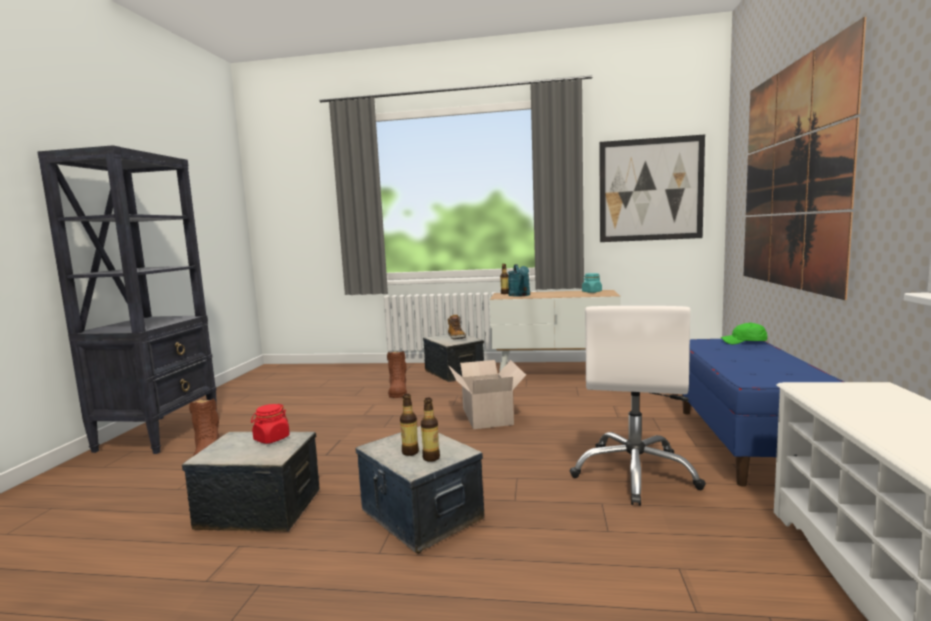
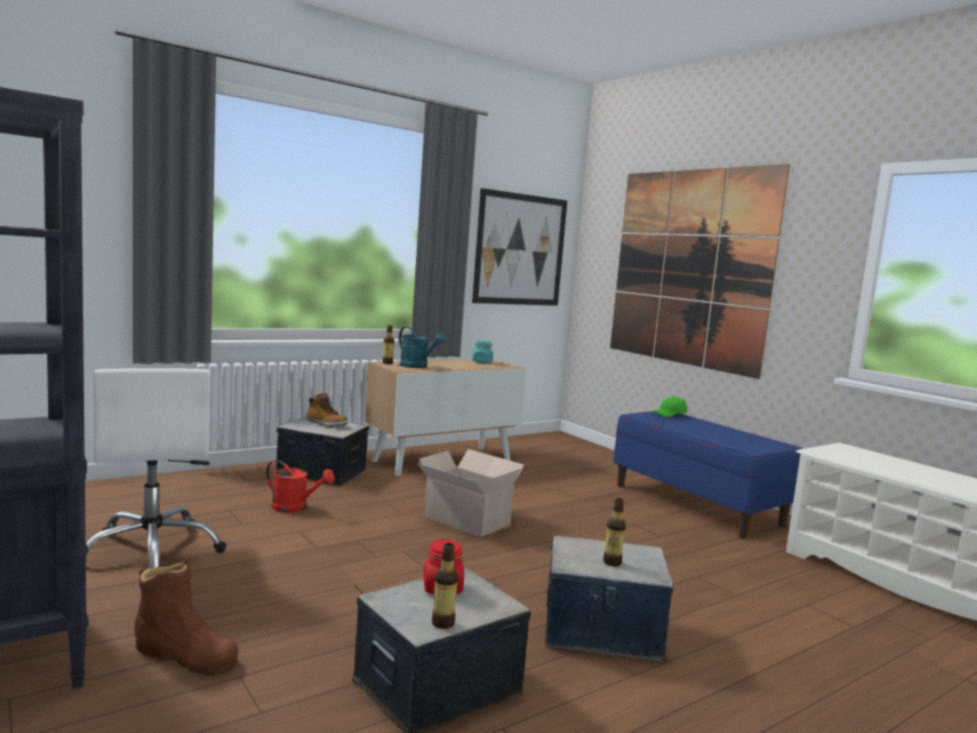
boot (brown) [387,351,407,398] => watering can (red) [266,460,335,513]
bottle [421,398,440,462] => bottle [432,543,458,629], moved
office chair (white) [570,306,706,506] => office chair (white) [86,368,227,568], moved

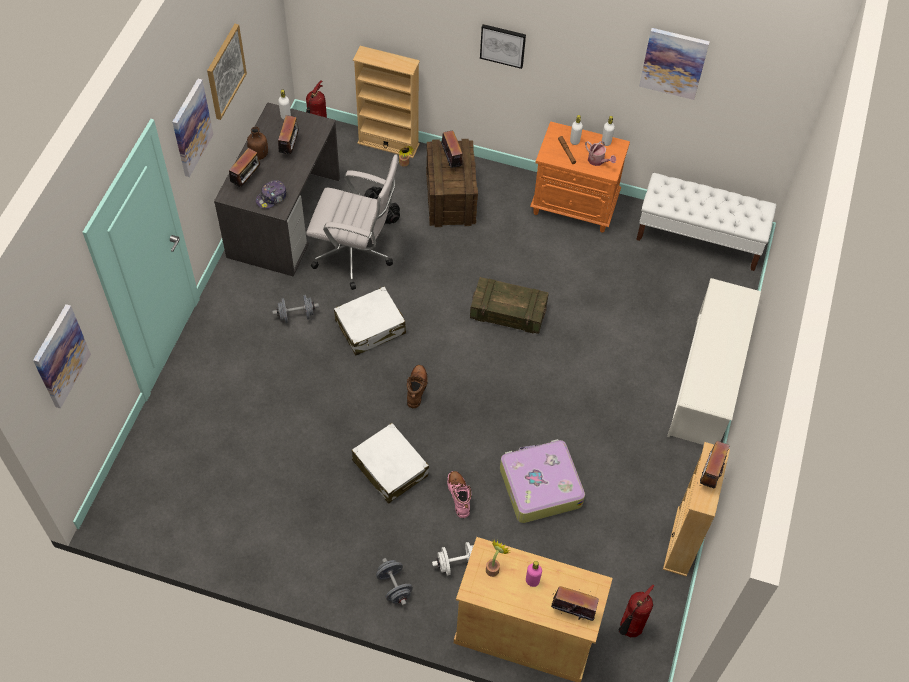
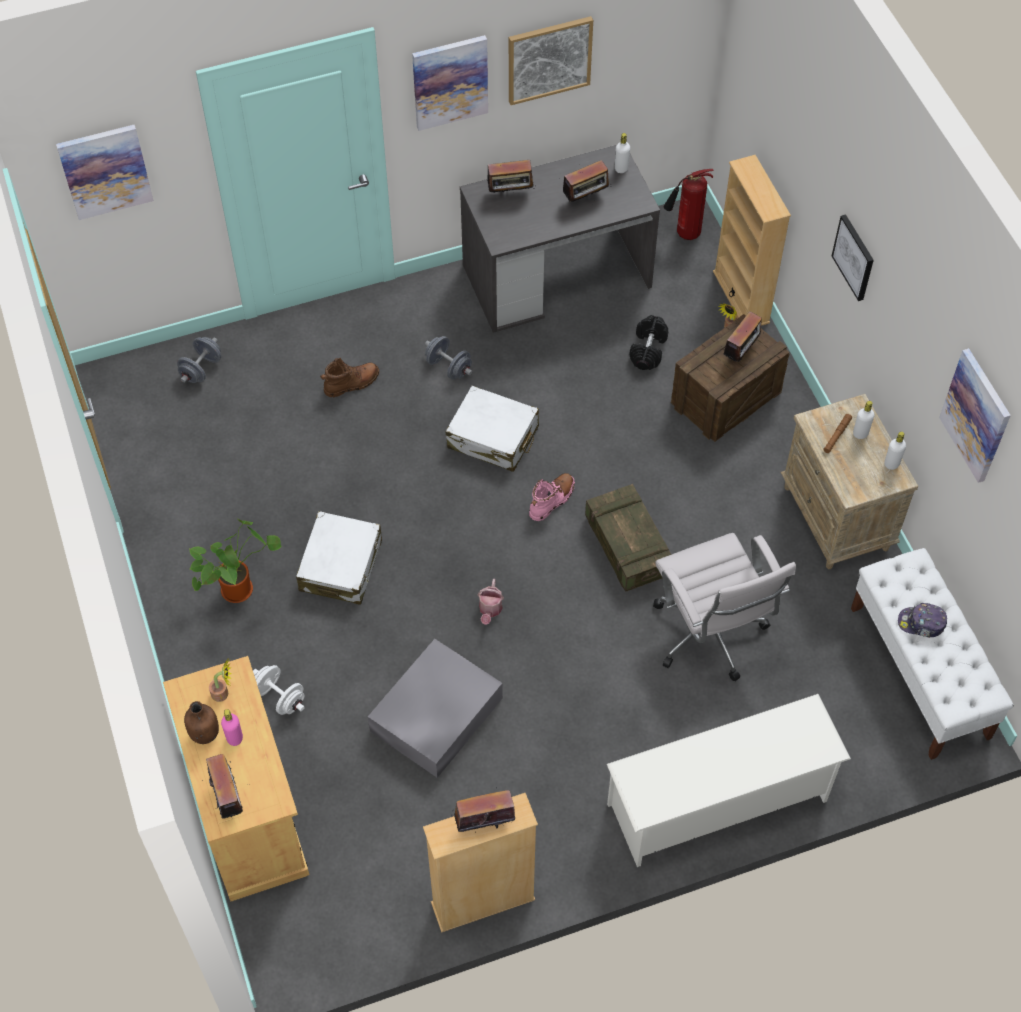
bottle (brown) [247,127,268,160] => bottle (brown) [184,701,219,744], moved
cap [256,180,287,209] => cap [898,603,947,638], moved
office chair (white) [306,154,399,290] => office chair (white) [653,533,796,681], moved
dumbbell (grey) [376,558,413,606] => dumbbell (grey) [177,337,221,383], moved
boot (brown) [407,365,428,408] => boot (brown) [320,358,379,397], moved
boot (pink) [447,471,471,518] => boot (pink) [529,473,575,521], moved
suitcase [500,439,585,523] => storage box (grey) [368,639,503,778]
nightstand (orange) [530,121,630,233] => nightstand (beige) [781,394,918,569]
watering can [585,141,616,166] => watering can [478,579,504,625], moved
fire extinguisher [619,584,654,637] => nothing
nothing => potted plant [189,519,281,603]

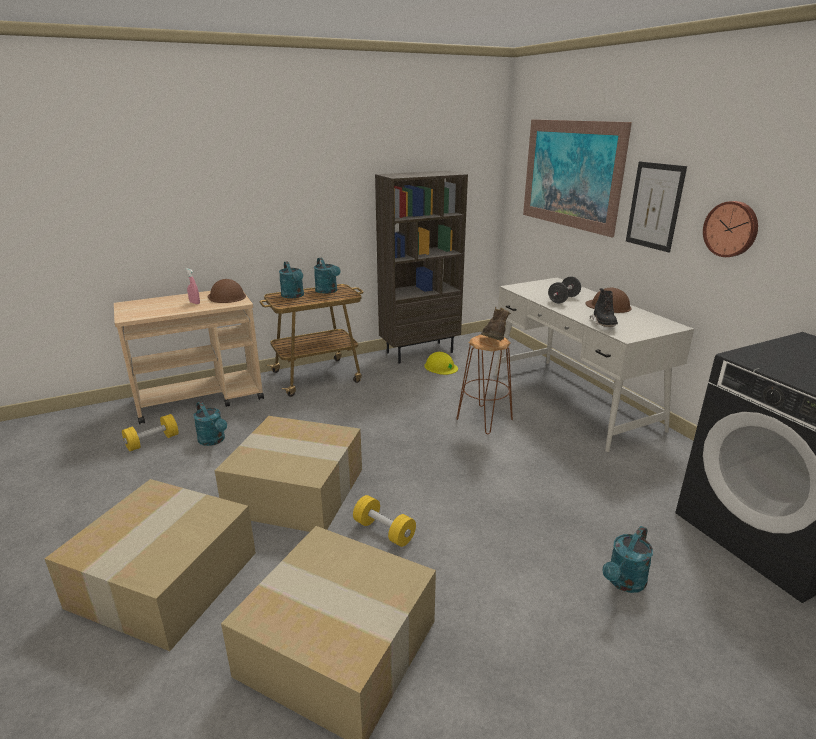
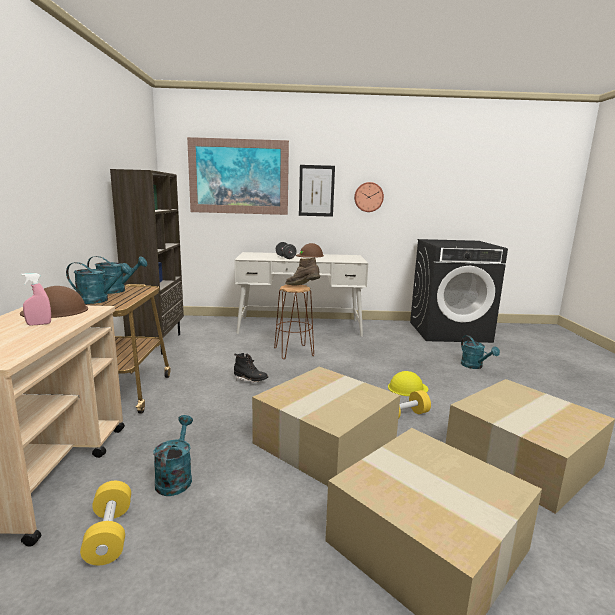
watering can (turquoise) [193,402,227,446] => watering can (turquoise) [153,415,193,496], 75 degrees counterclockwise
hard hat (yellow) [424,352,458,375] => hard hat (yellow) [388,371,428,396], moved
boot (black) [590,288,618,327] => boot (black) [234,353,268,383], moved

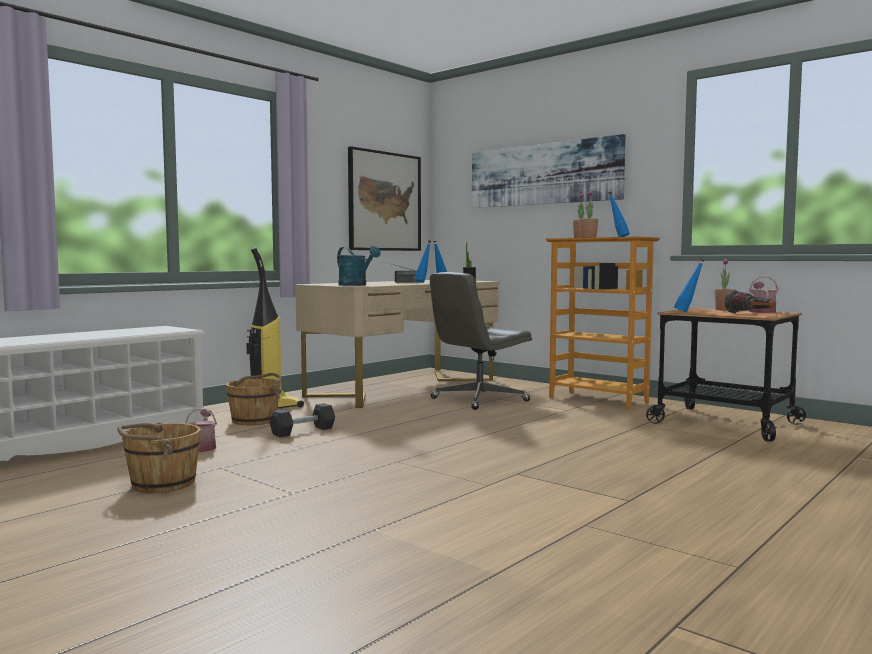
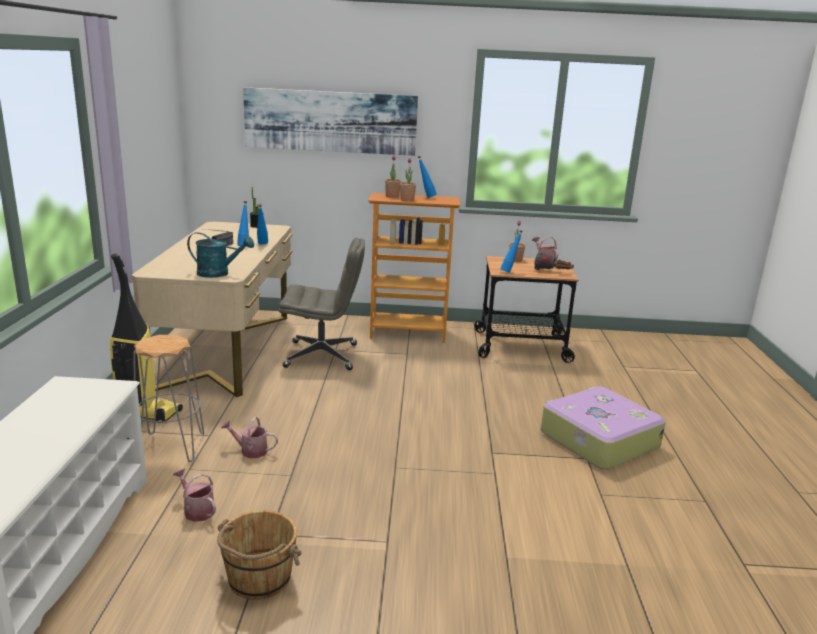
bucket (brown) [226,373,281,425] => stool (grey) [133,335,204,462]
dumbbell (grey) [270,403,335,437] => watering can [221,417,278,458]
picture [348,146,421,251] => nothing
office chair (grey) [430,272,532,410] => office chair (grey) [279,238,365,370], 105 degrees counterclockwise
nothing => suitcase [541,387,666,469]

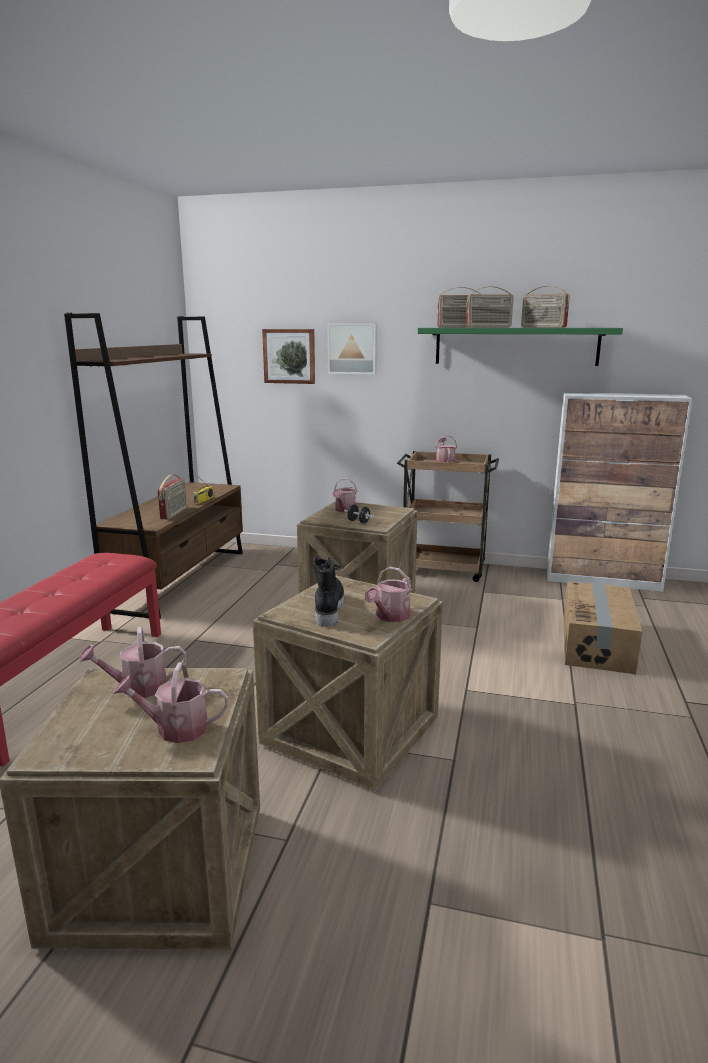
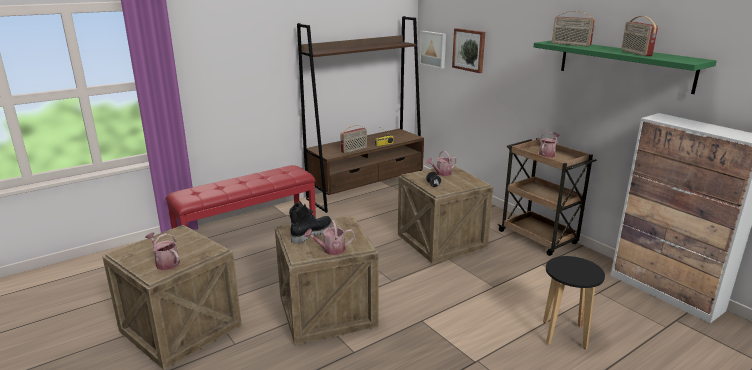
watering can [79,626,186,698] => nothing
picture [327,323,377,375] => picture [420,31,446,69], moved
radio [466,286,514,328] => nothing
cardboard box [564,581,642,674] => stool (black) [543,256,605,349]

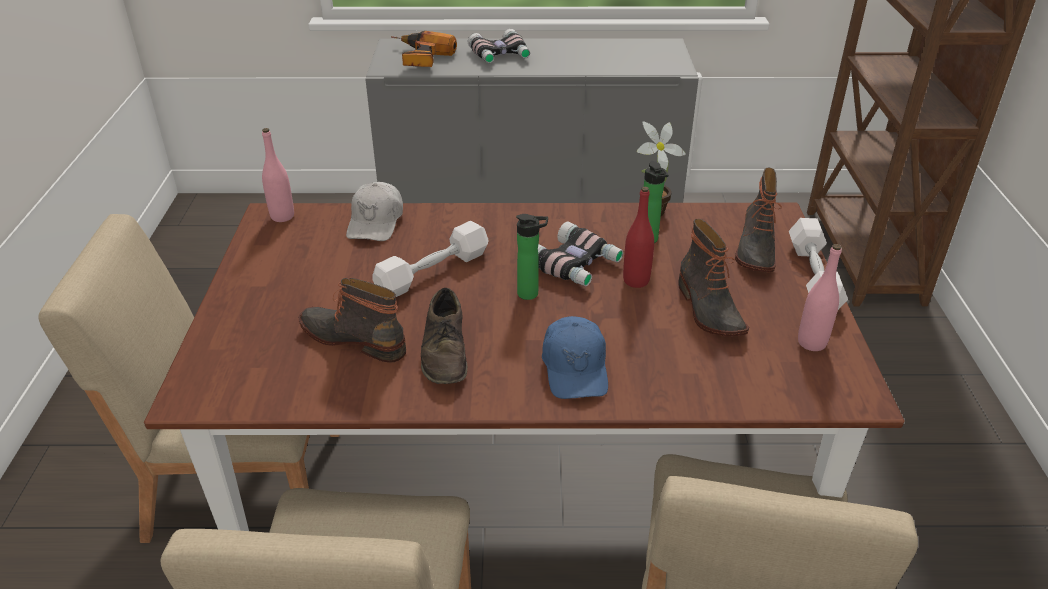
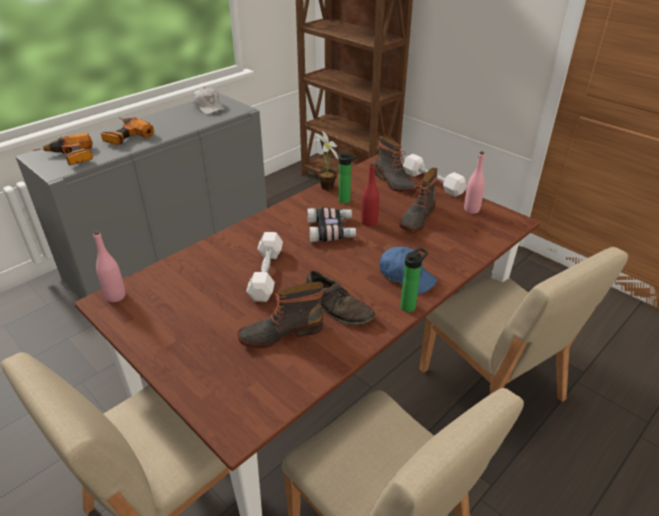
cap (white) [346,182,403,241] => cap (white) [193,87,225,115], moved
binoculars [468,29,530,63] => power drill [101,117,154,145]
bottle [516,214,548,300] => bottle [400,248,428,312], moved
boot [678,219,749,337] => boot [399,168,438,232], 90 degrees clockwise

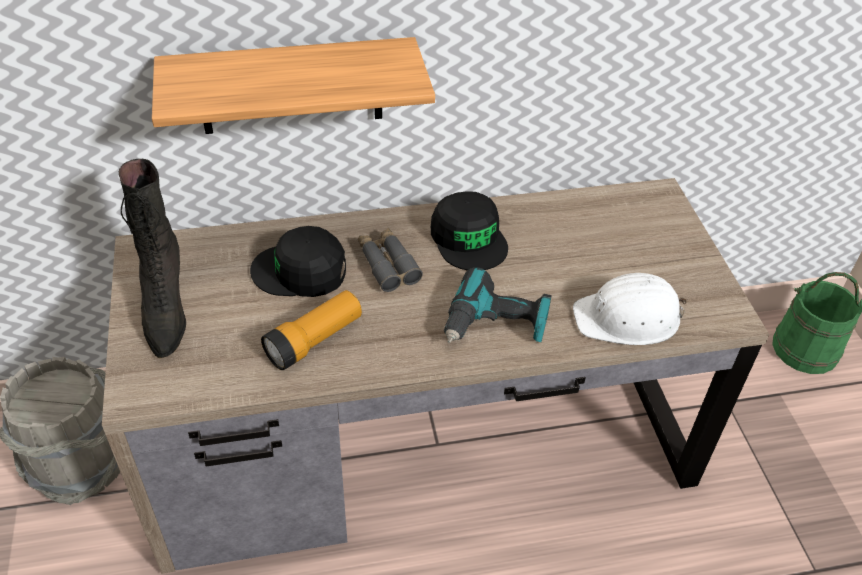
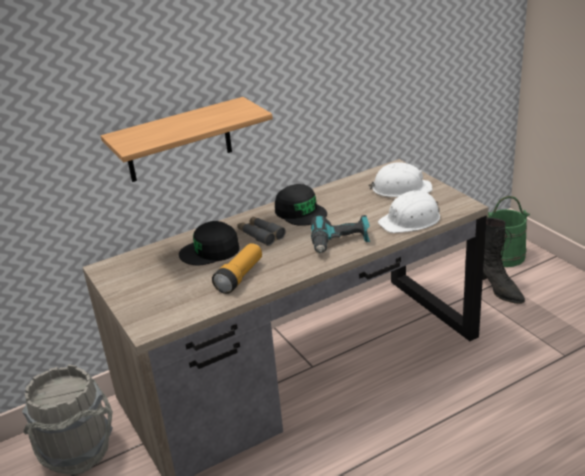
boot (black) [119,159,186,358] => boot (black) [483,218,525,304], moved
nothing => hard hat (white) [369,162,432,197]

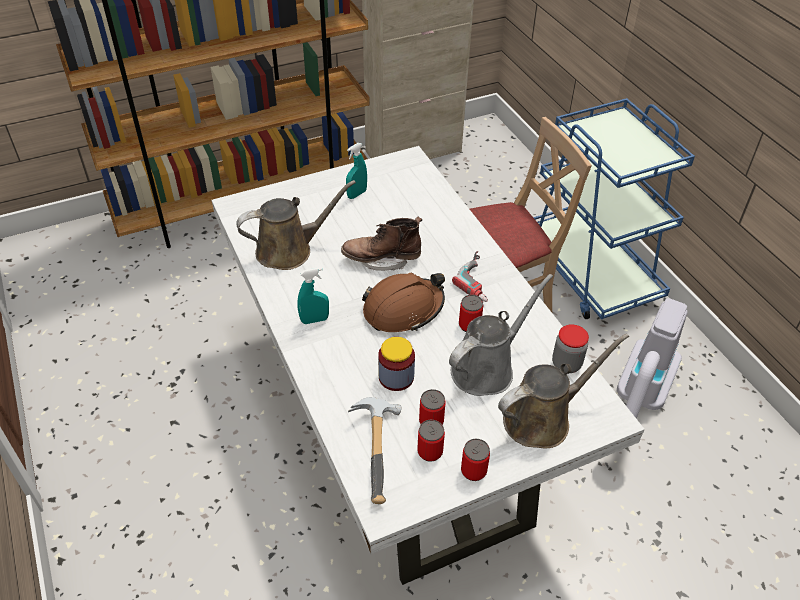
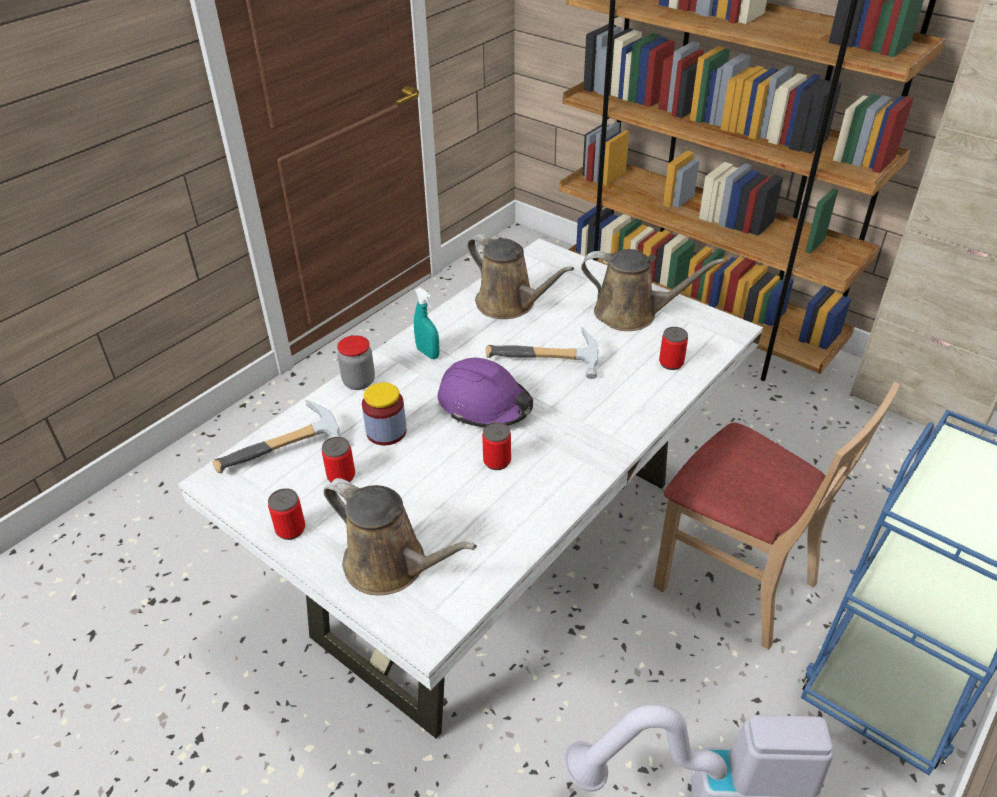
boot (brown) [341,216,422,271] => hammer [486,327,598,379]
spray bottle (turquoise) [346,143,367,199] => watering can (brown) [581,249,725,331]
hard hat (brown) [362,273,445,332] => hard hat (purple) [438,358,533,427]
can [417,420,445,462] => can [659,327,688,370], moved
watering can (grey) [449,274,553,396] => nothing
power drill [452,251,488,302] => nothing
jar [552,324,589,373] => jar [337,335,375,390], moved

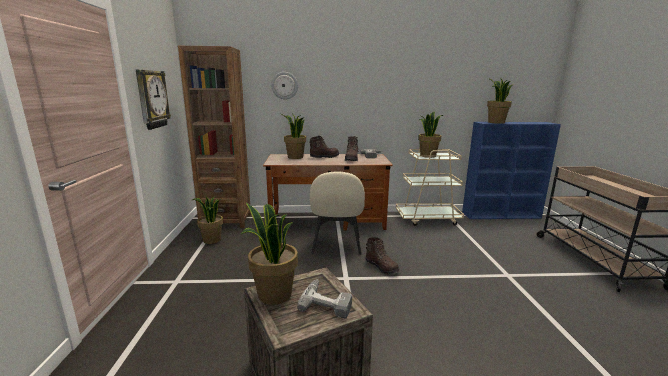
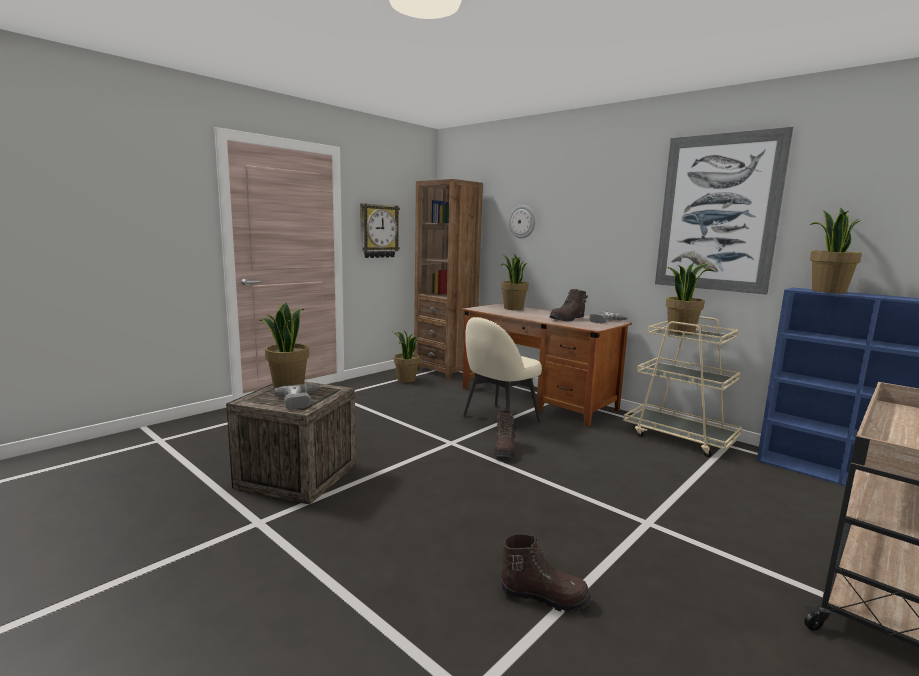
boot (brown) [309,136,339,158] => boot (brown) [500,534,592,613], moved
nothing => picture [655,127,793,295]

